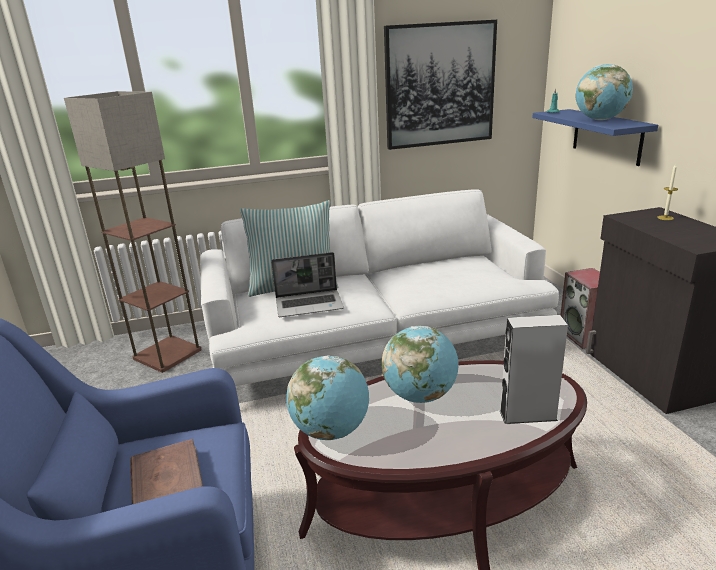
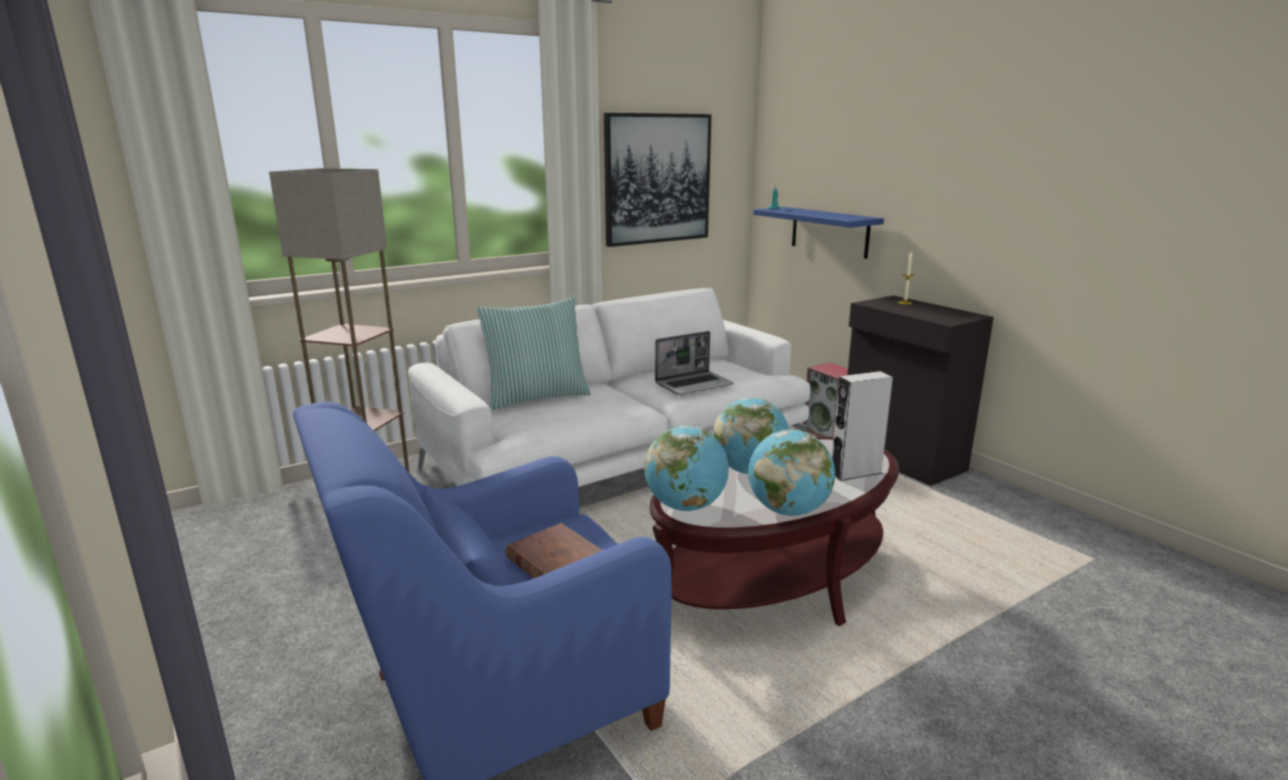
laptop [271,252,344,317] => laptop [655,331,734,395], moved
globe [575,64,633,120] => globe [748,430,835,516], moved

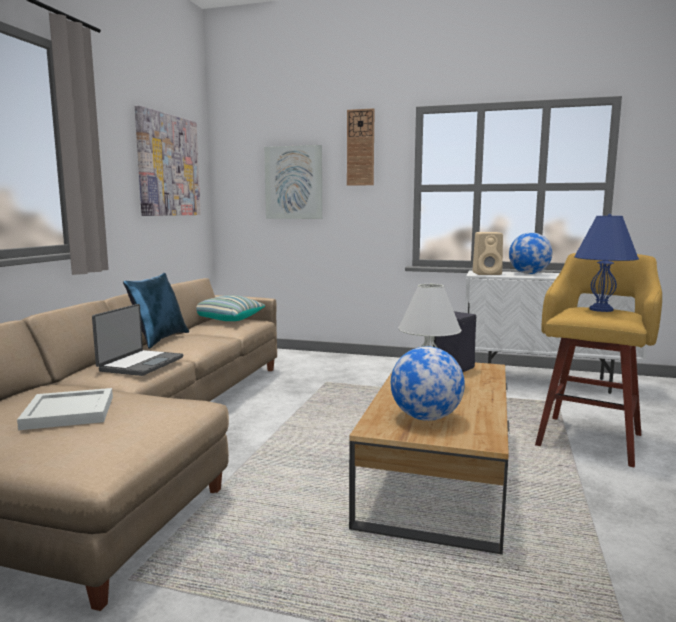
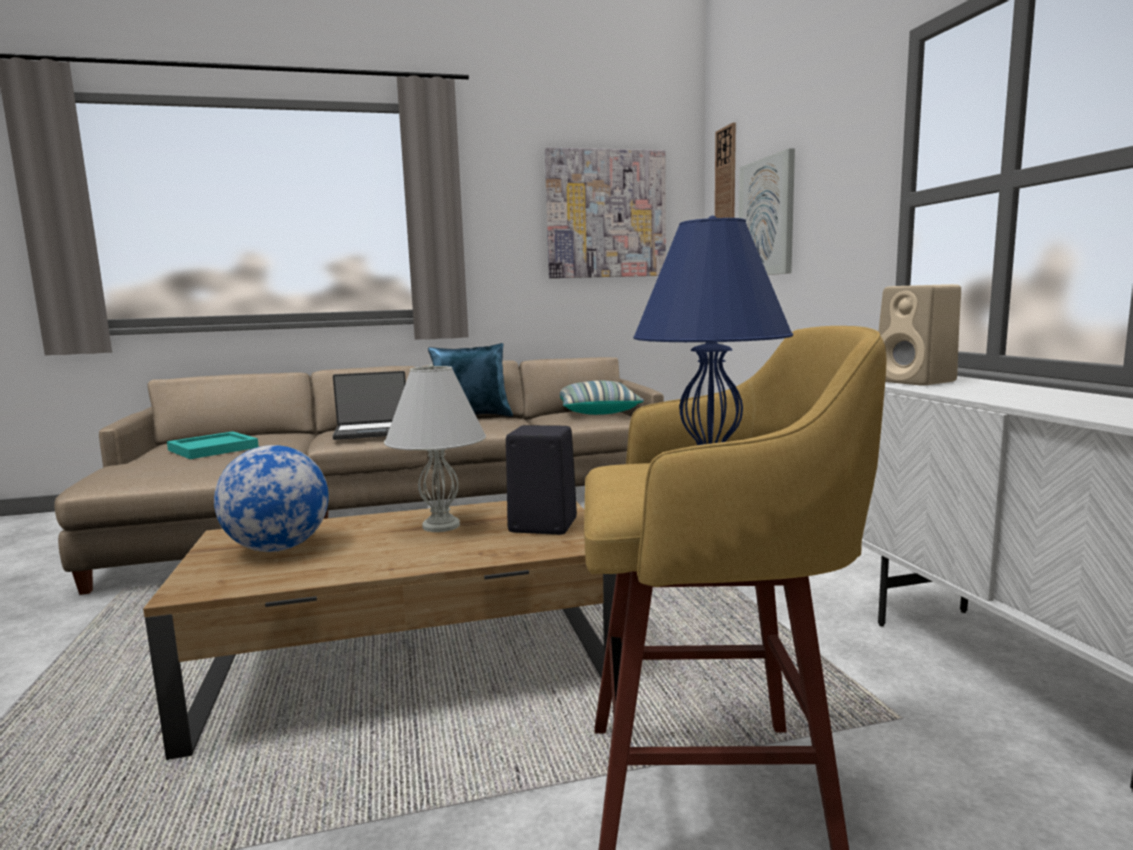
tray (white) [17,388,113,430] => tray (turquoise) [167,431,259,459]
wall clock [347,108,375,186] => wall clock [715,123,736,218], moved
globe [509,232,552,274] => nothing

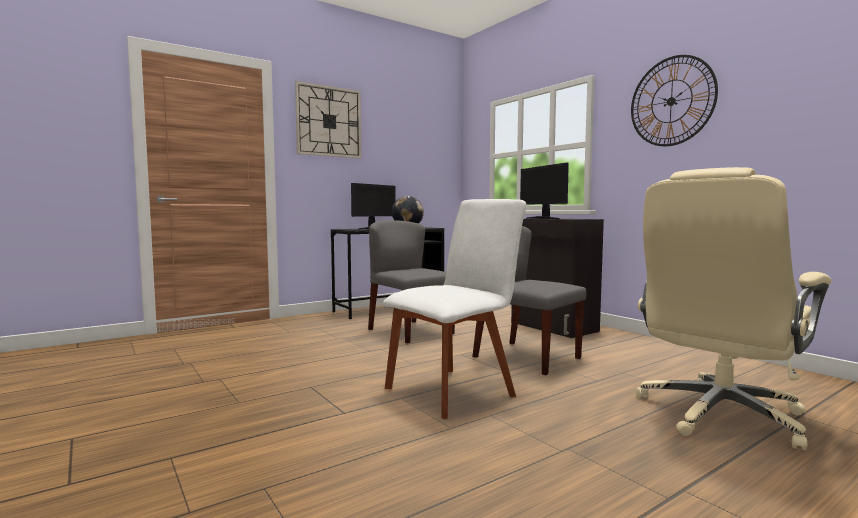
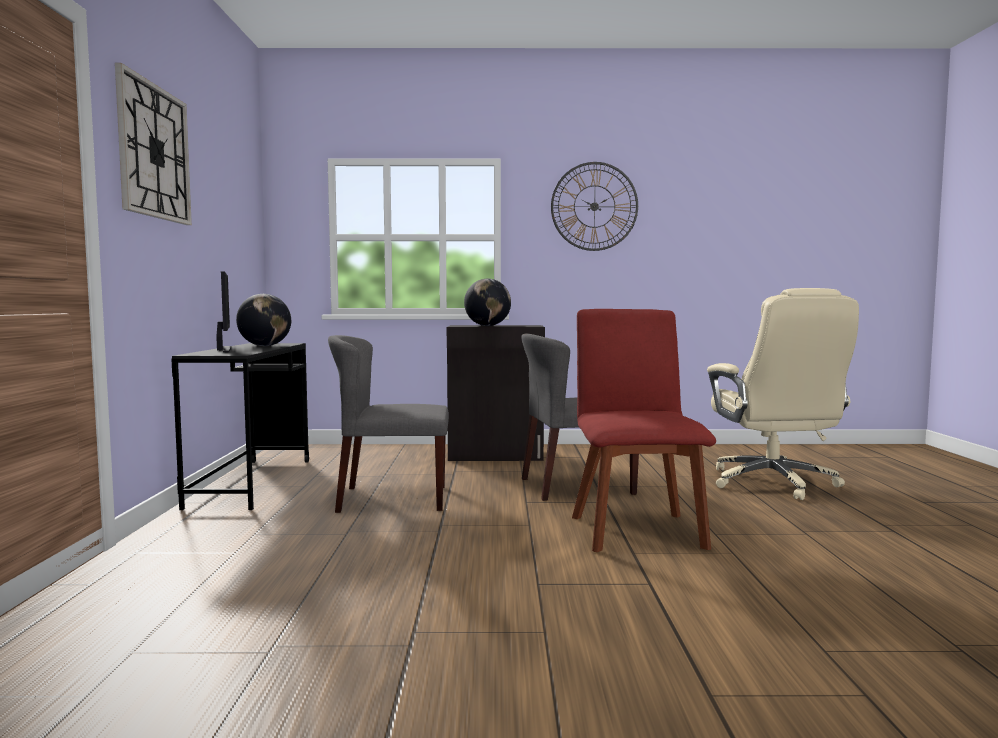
chair (white) [383,199,526,419] => chair (red) [572,309,716,552]
monitor [520,162,569,219] => globe [464,278,511,326]

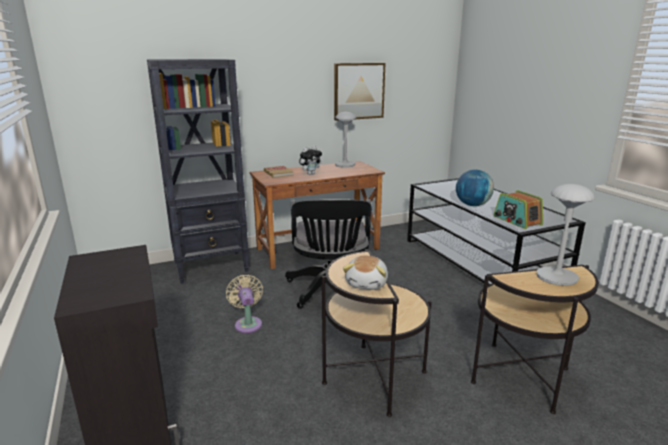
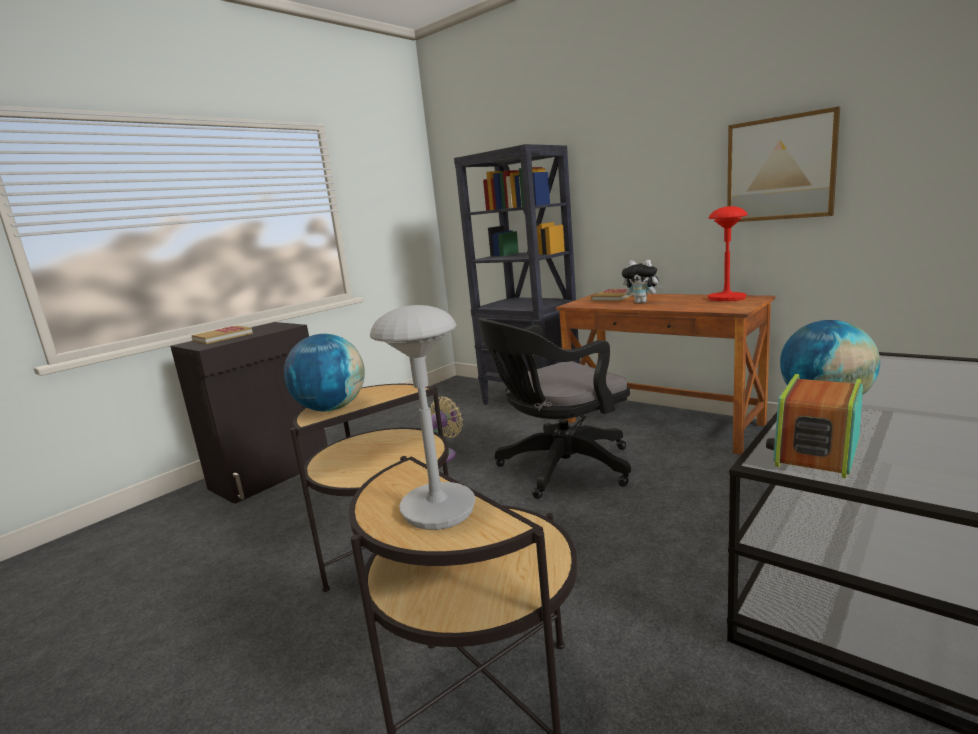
table lamp (grey) [335,112,356,168] => table lamp (red) [708,206,747,301]
plush toy [343,256,388,290] => globe [284,334,365,411]
nothing => book [192,326,253,344]

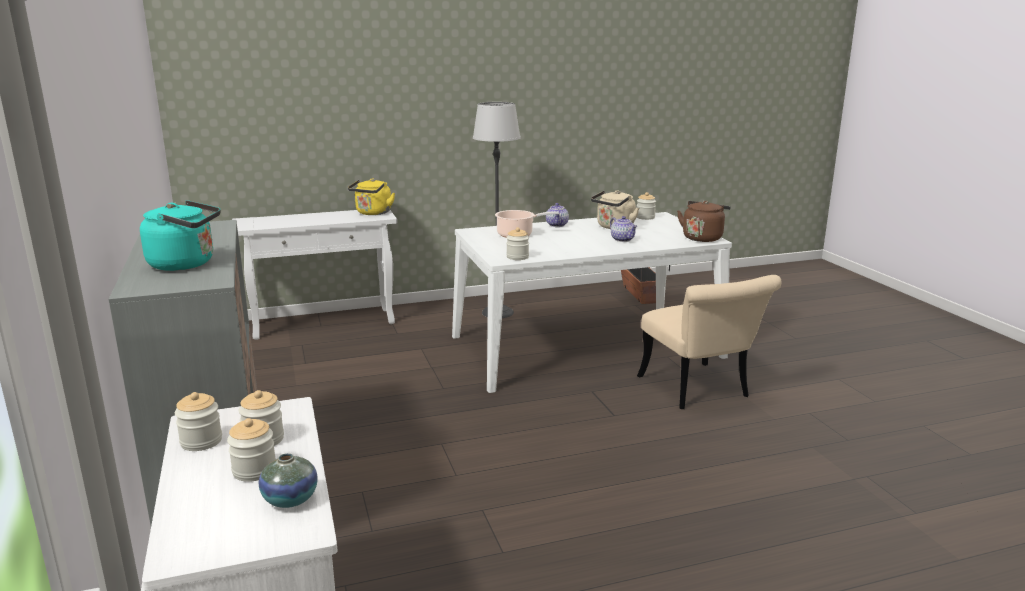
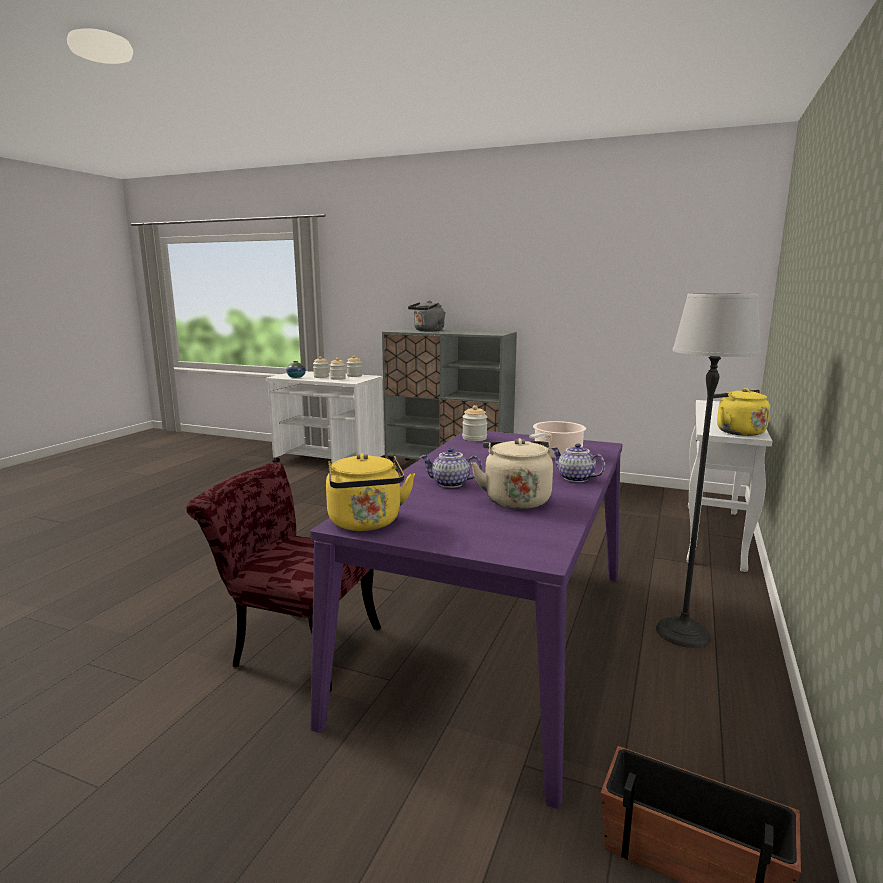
kettle (turquoise) [140,200,221,271] => kettle (grey) [408,301,446,331]
dining table (white) [452,212,732,393] => dining table (purple) [310,431,623,809]
jar [637,192,656,220] => nothing
chair (beige) [637,275,782,409] => chair (red) [186,462,381,691]
kettle (brown) [677,201,731,242] => kettle (yellow) [326,453,415,531]

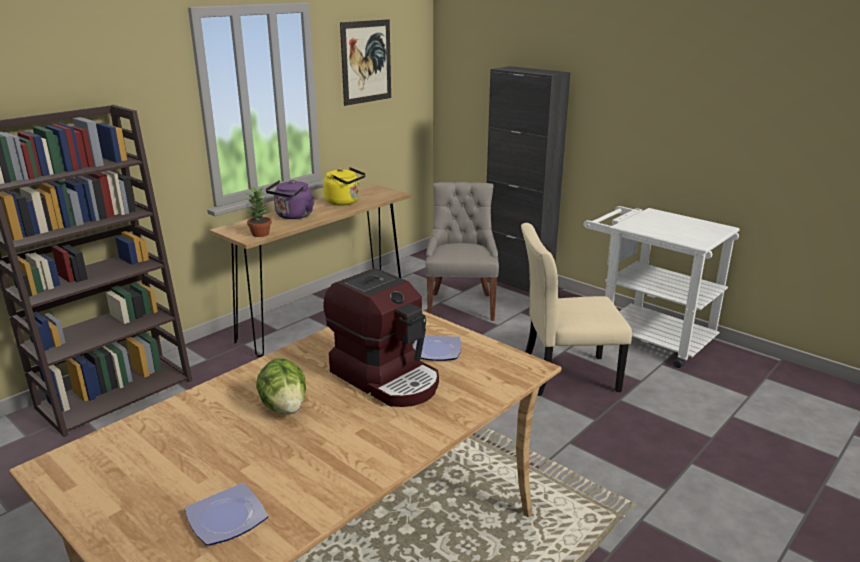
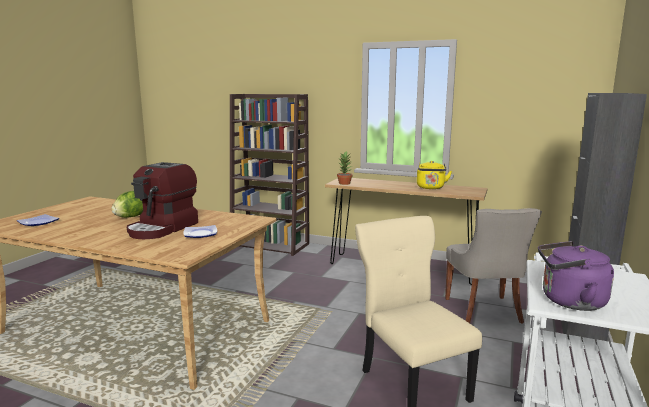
kettle (purple) [265,180,315,219] => kettle (purple) [538,241,614,311], moved
picture [340,19,391,106] => nothing
chair (grey) [425,182,499,321] => chair (grey) [445,208,542,324], 105 degrees clockwise

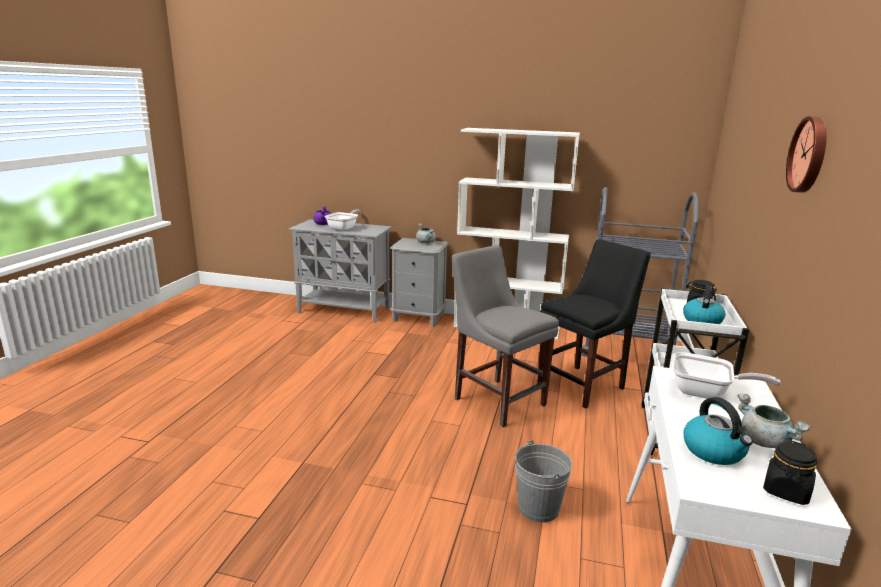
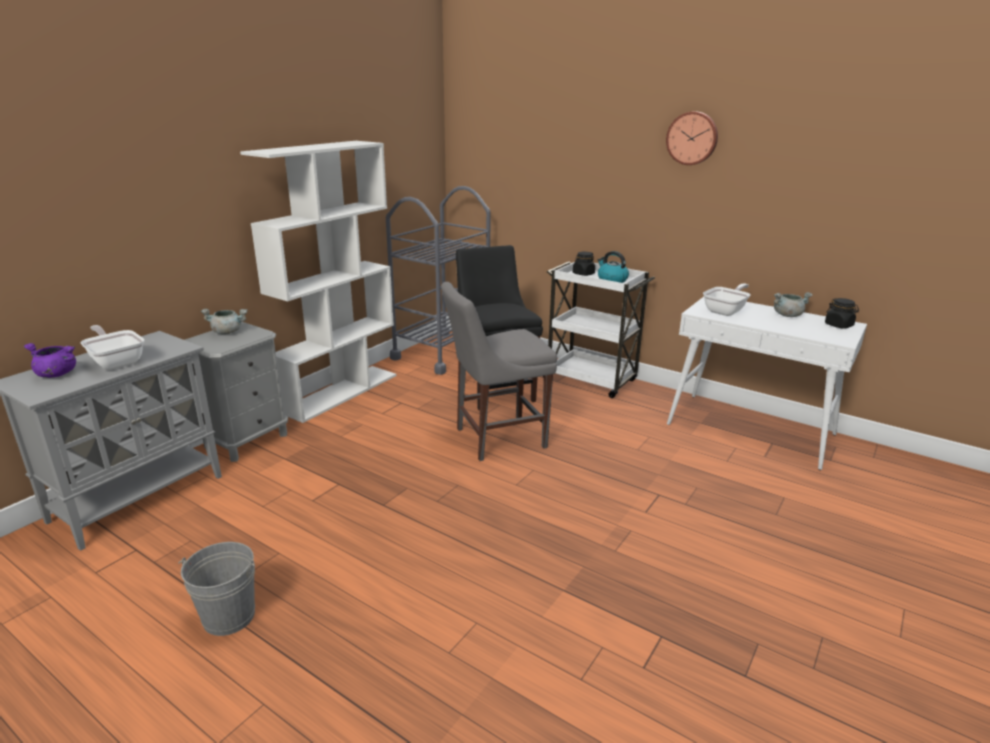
bucket (grey) [515,440,572,522] => bucket (grey) [178,542,255,636], moved
kettle [683,397,753,465] => nothing

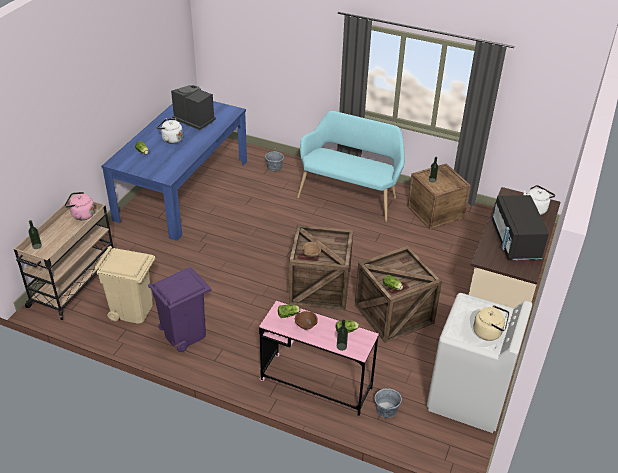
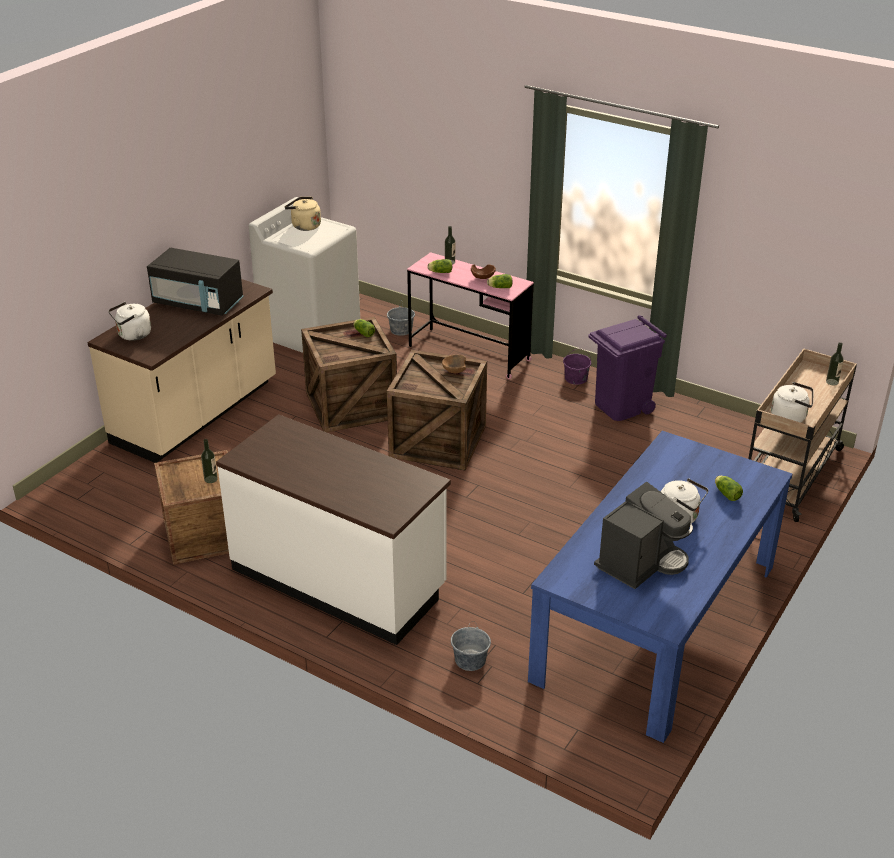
kettle (pink) [64,192,95,220] => kettle (white) [771,382,813,423]
trash can (beige) [94,246,155,323] => nothing
coffee machine [171,85,216,130] => coffee machine [594,482,693,589], 90 degrees counterclockwise
bench (turquoise) [297,111,405,222] => counter (white) [216,414,451,645]
microwave (black) [492,195,549,261] => microwave (black) [147,248,244,316], 105 degrees clockwise
nothing => bucket (purple) [563,349,591,385]

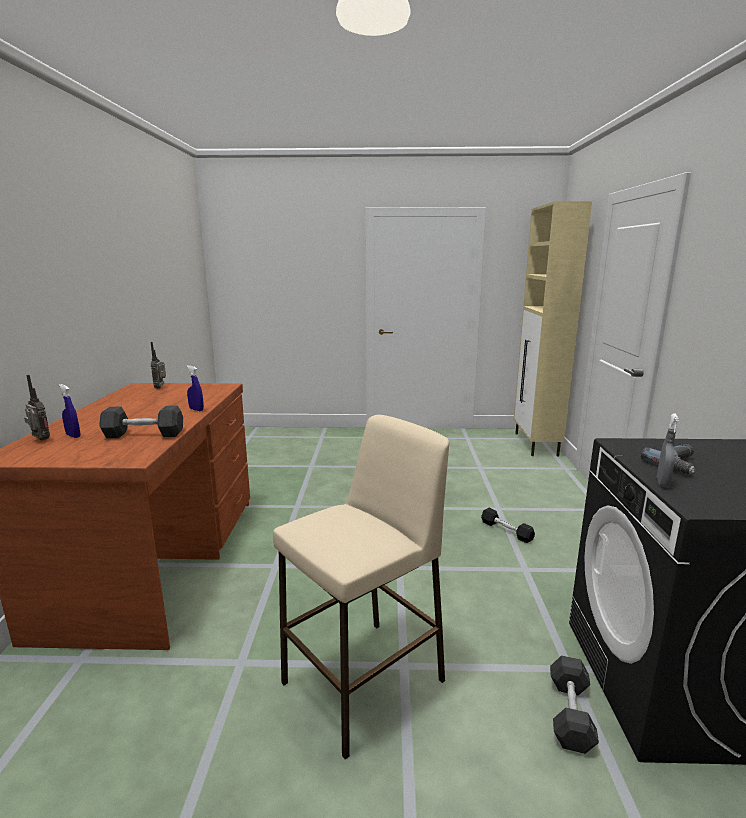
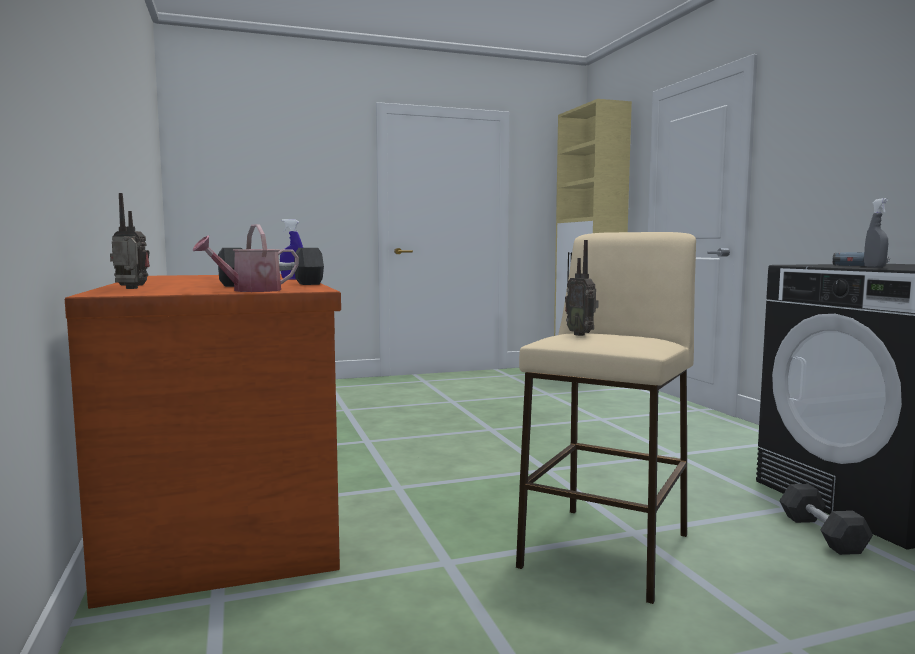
spray bottle (blue) [59,384,81,438] => nothing
radio [151,342,166,389] => radio [565,240,599,336], moved
dumbbell (black) [481,508,535,543] => nothing
nothing => watering can [193,224,299,292]

